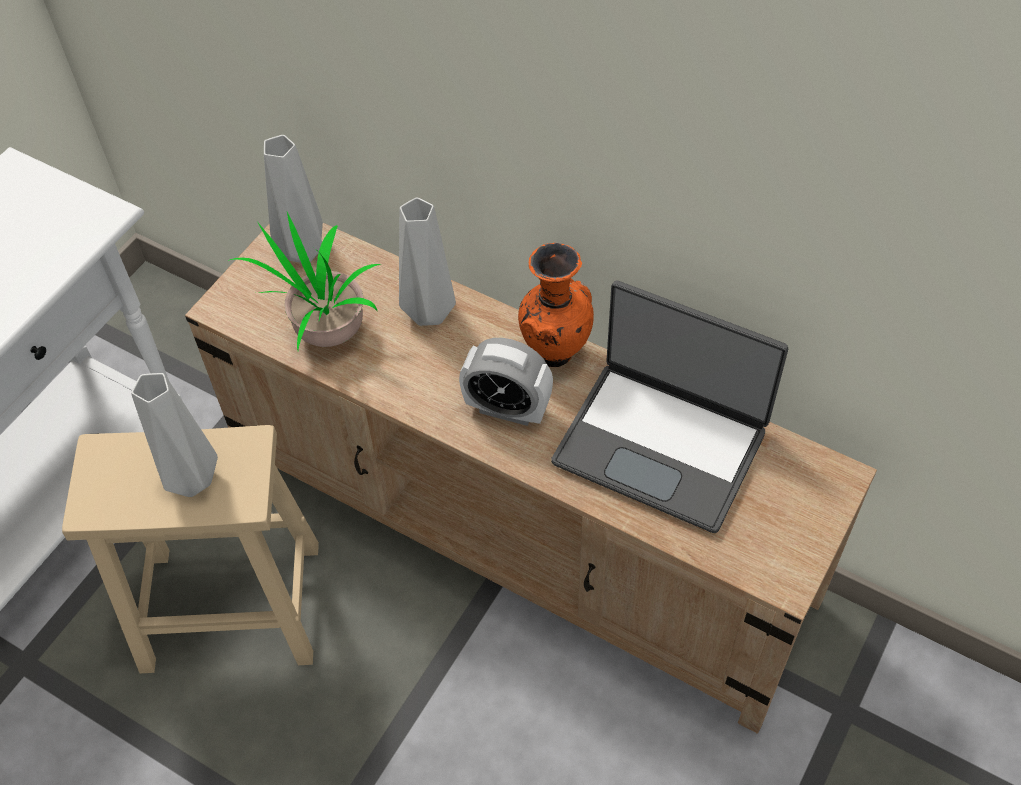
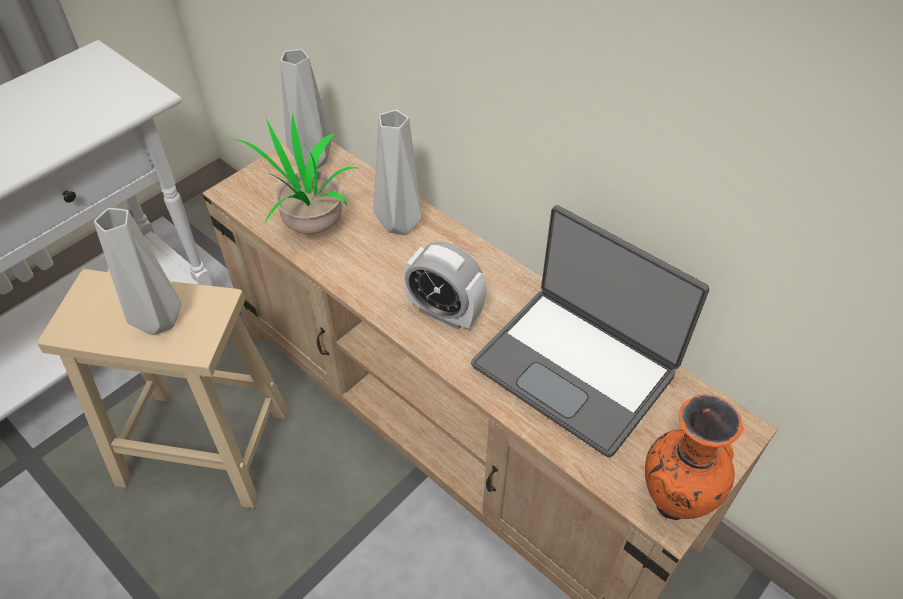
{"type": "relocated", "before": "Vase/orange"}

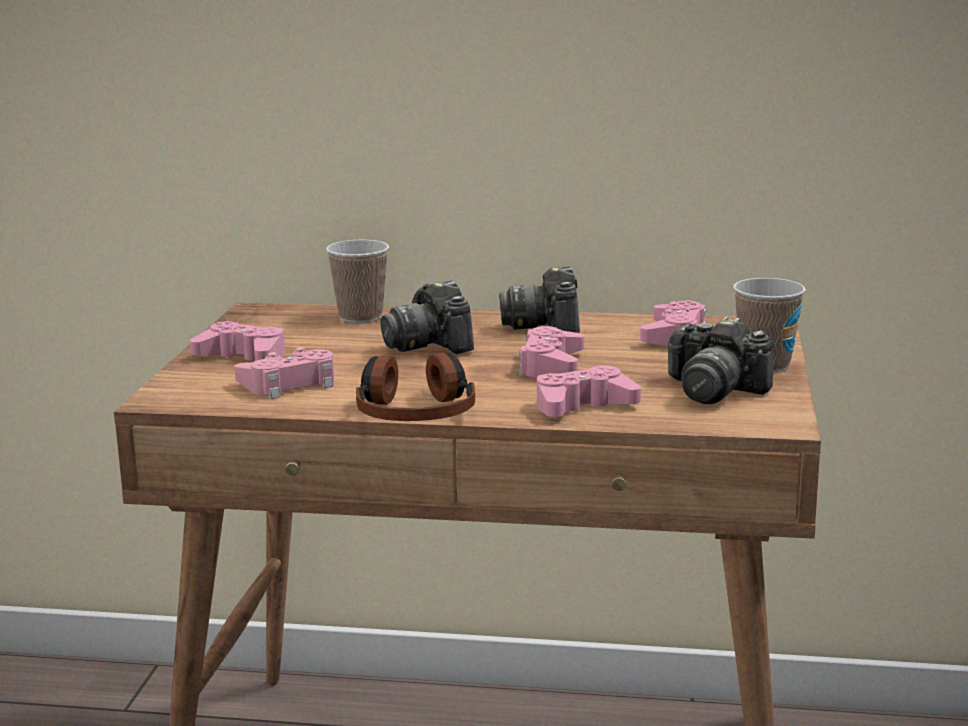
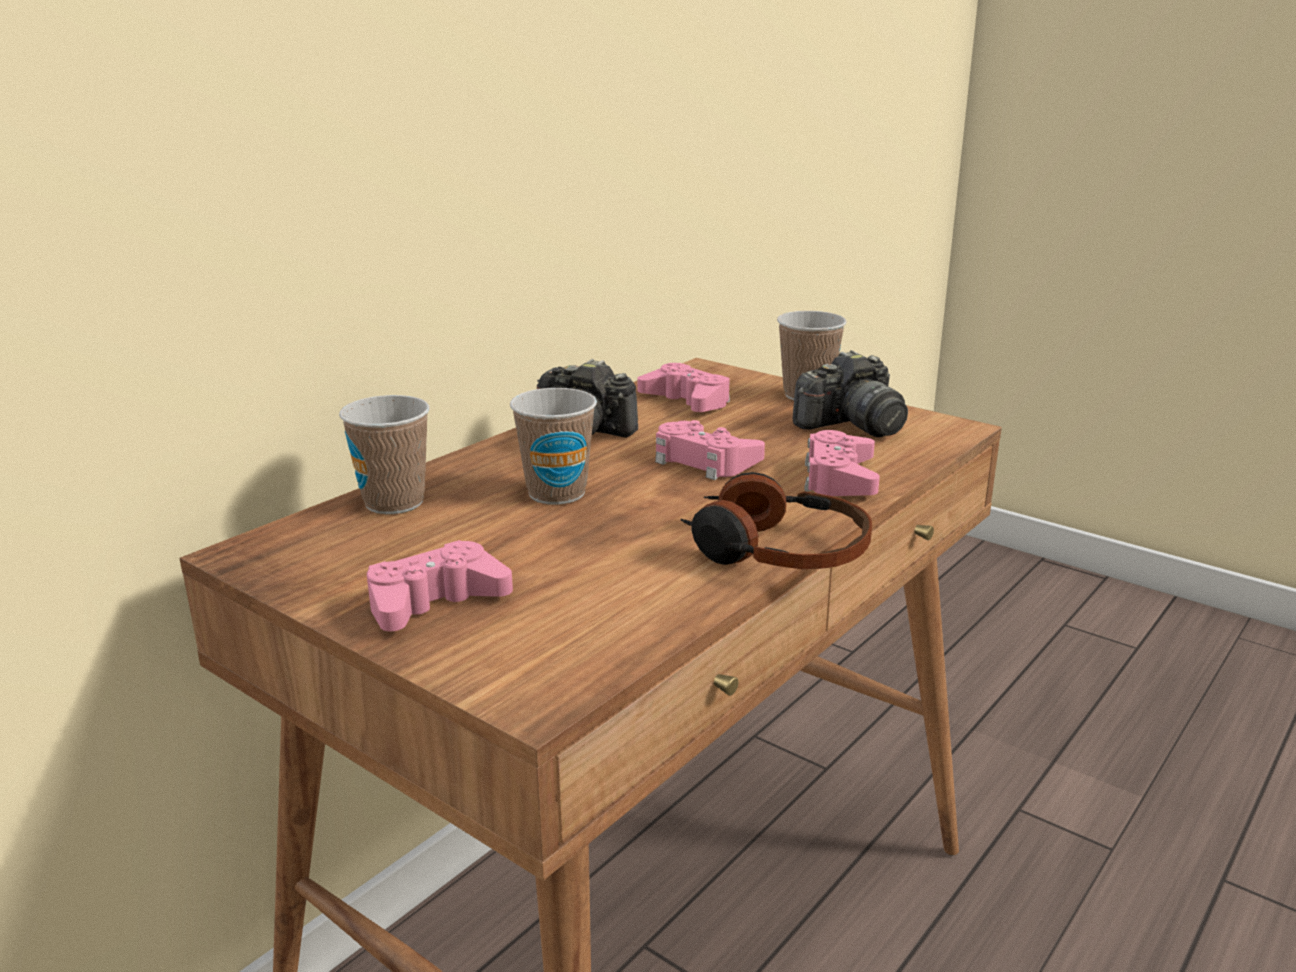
{"type": "missing", "before": "Gamepad/rosa (no. 2 from left)"}
{"type": "exchanged", "before": "Kamera (no. 1 from left)", "after": "Tasse (no. 2 from left)"}

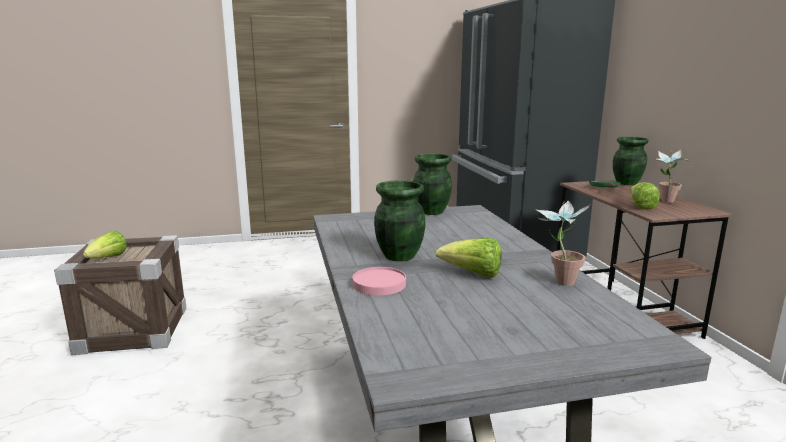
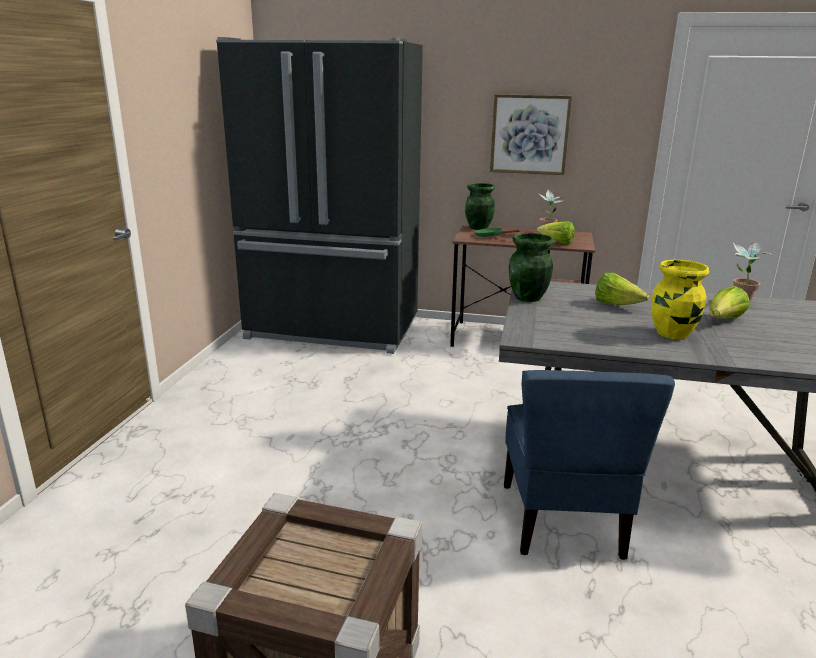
{"type": "missing", "before": "Teller/rosa"}
{"type": "appeared", "after": "Bild"}
{"type": "appeared", "after": "Stuhl/blau"}
{"type": "relocated", "before": "Salatkopf (no. 1 from left in the first image)", "after": "Salatkopf (no. 2 from left)"}
{"type": "colour", "before": "Vase/grün (no. 1 from left)", "after": "Vase/gelb"}

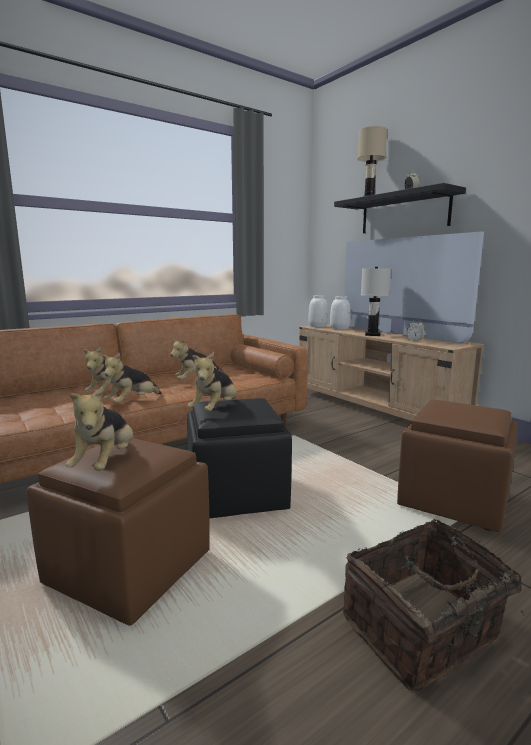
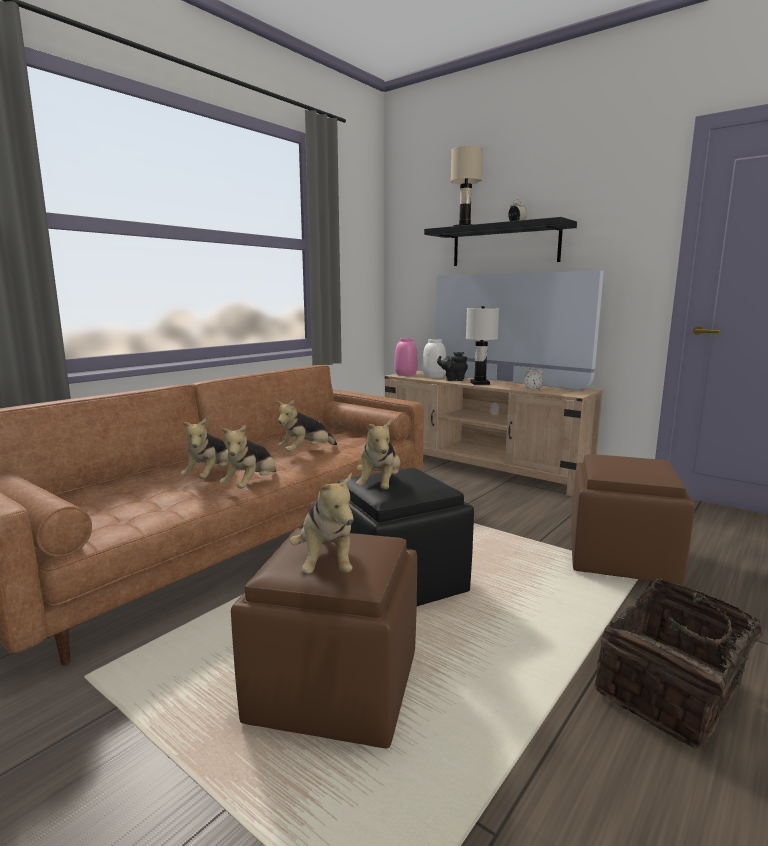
{"type": "appeared", "after": "Teekanne/schwarz"}
{"type": "colour", "before": "Vase/weiß (no. 1 from left)", "after": "Vase/rosa"}

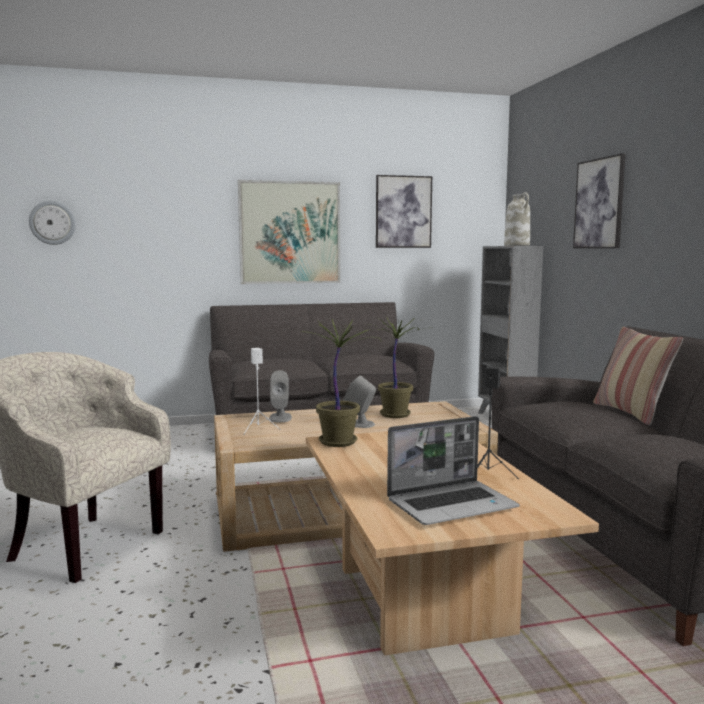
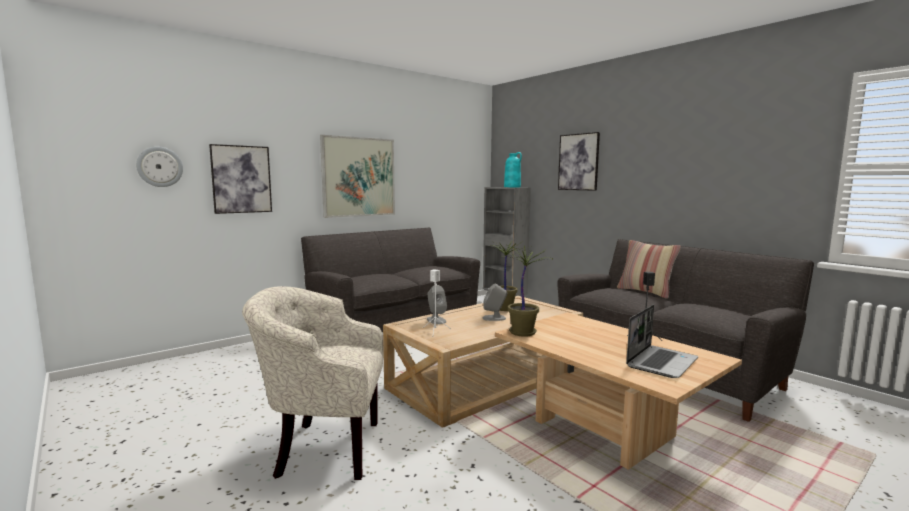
{"type": "relocated", "before": "Bild (no. 2 from left in the first image)", "after": "Bild (no. 1 from left)"}
{"type": "colour", "before": "Vase/weiß", "after": "Vase/türkis"}

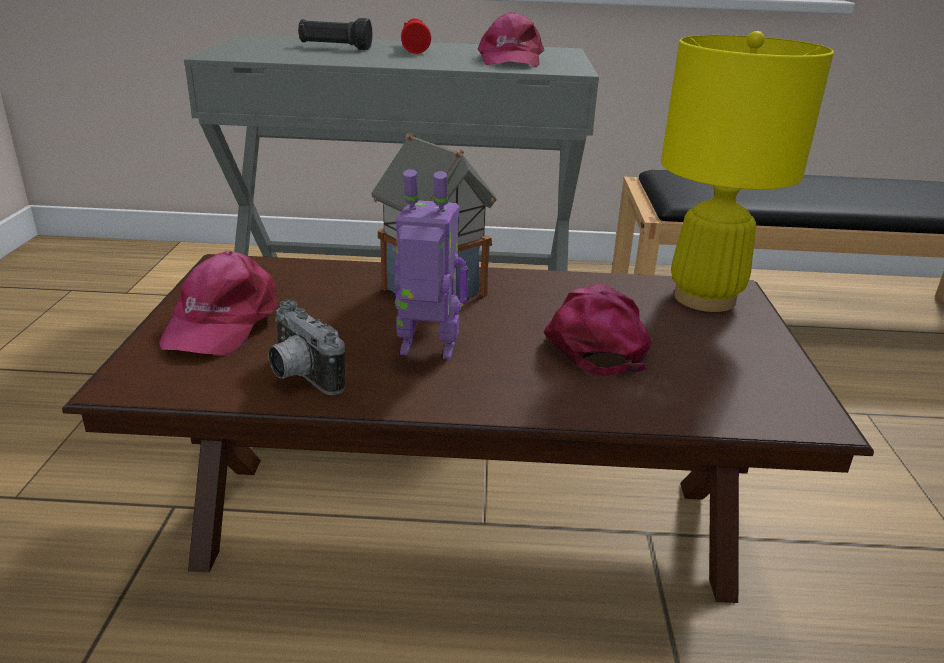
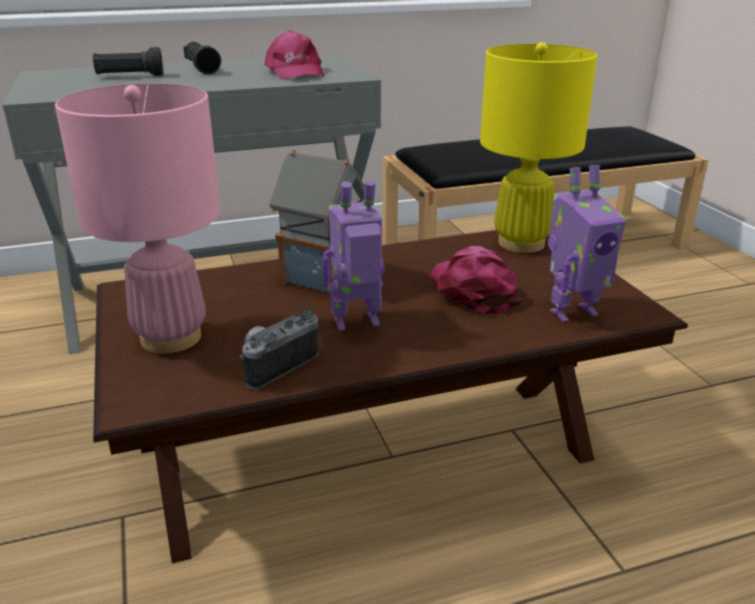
{"type": "appeared", "after": "Spielzeugroboter (no. 2 from left)"}
{"type": "exchanged", "before": "Kappe/rosa (no. 1 from left)", "after": "Tischlampe/rosa"}
{"type": "colour", "before": "Taschenlampe/rot", "after": "Taschenlampe/schwarz (no. 2 from left)"}
{"type": "spun", "before": "Kamera", "turn": 105}

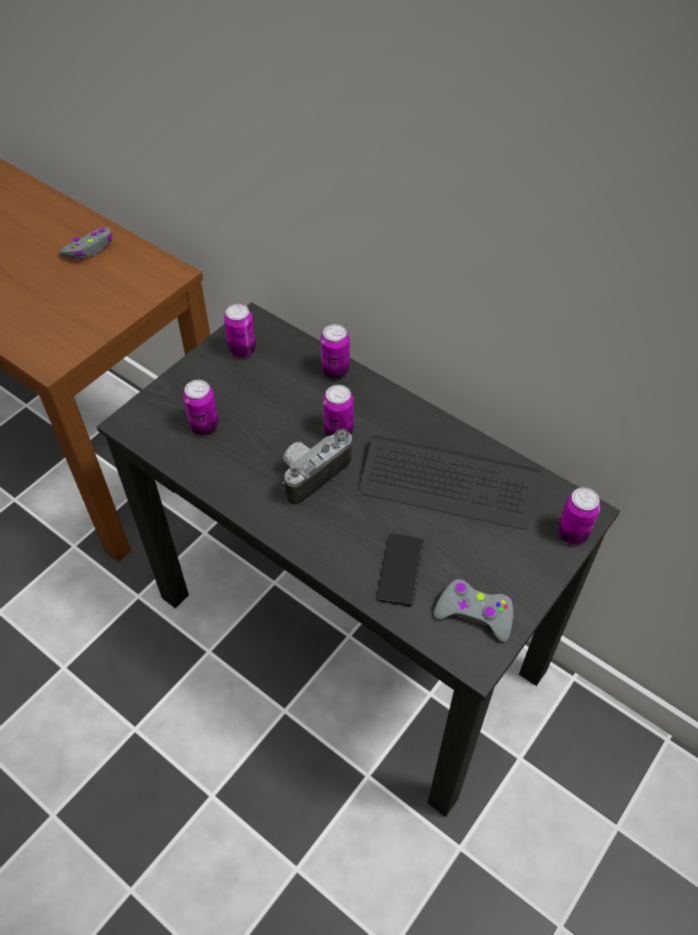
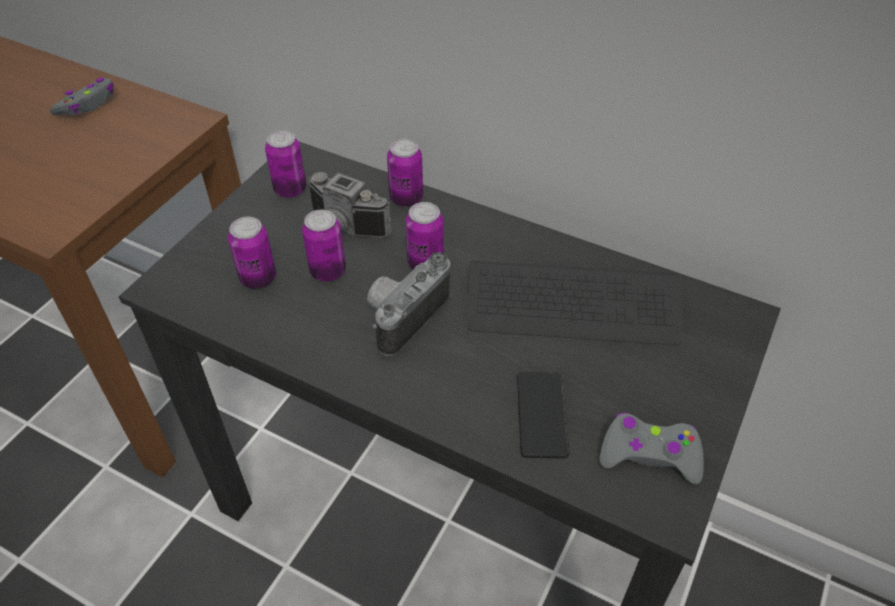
{"type": "appeared", "after": "Kamera (no. 1 from left)"}
{"type": "relocated", "before": "Dose (no. 5 from left in the first image)", "after": "Dose (no. 3 from left)"}

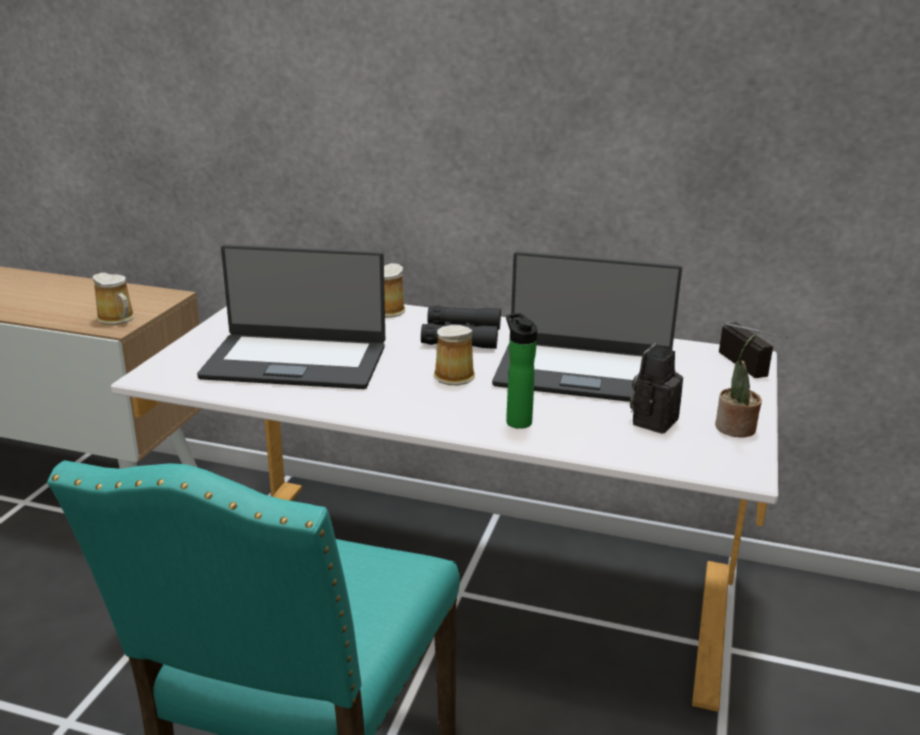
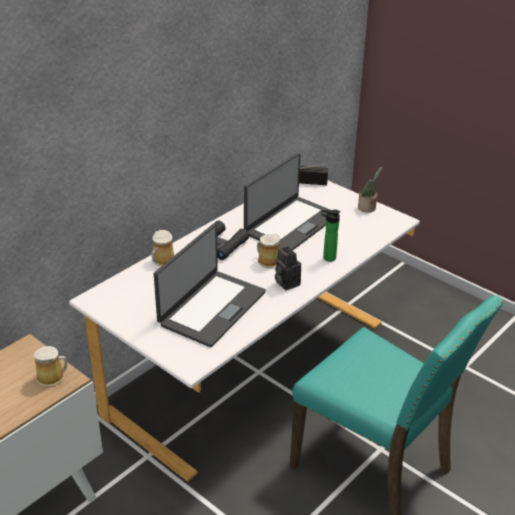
{"type": "relocated", "before": "Kamera"}

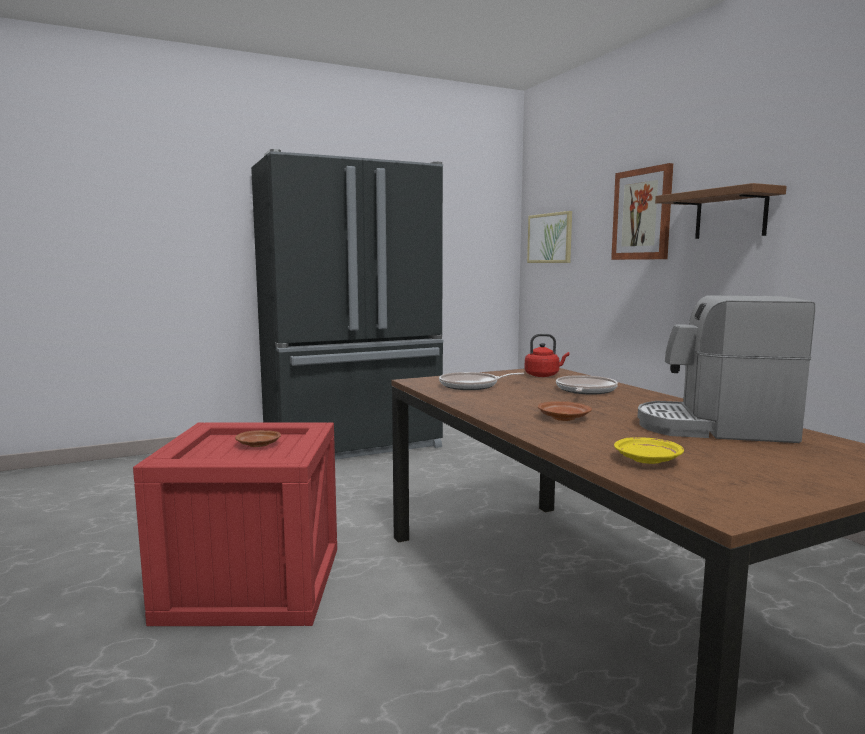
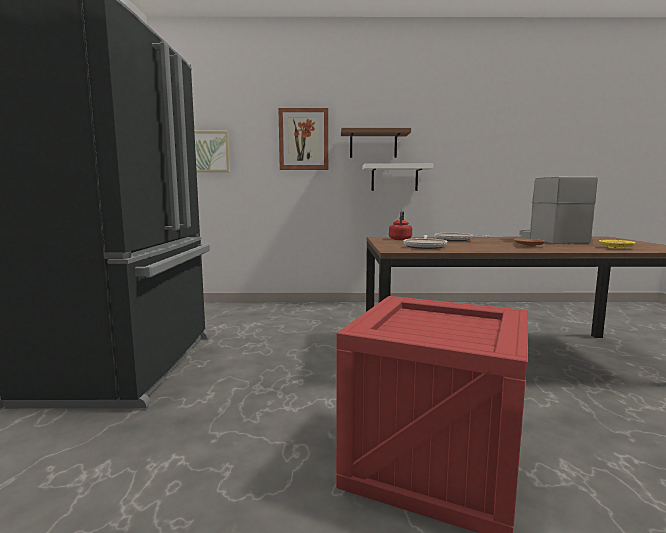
{"type": "missing", "before": "Teller/braun (no. 1 from left)"}
{"type": "appeared", "after": "Wandregal/weiß"}
{"type": "spun", "before": "Kaffeemaschine", "turn": 135}

